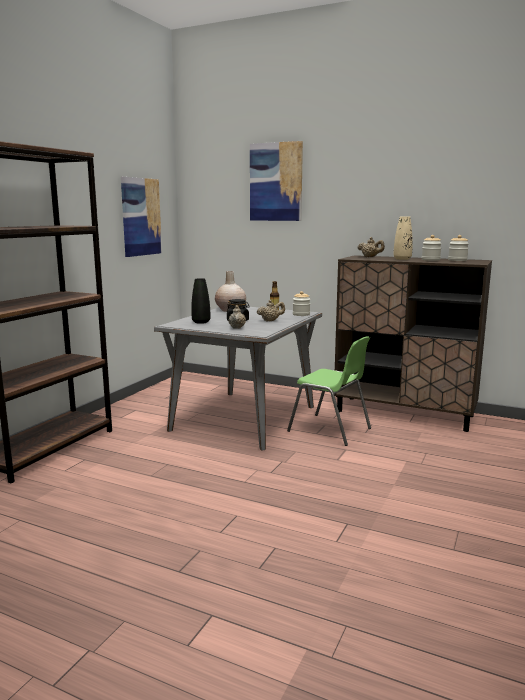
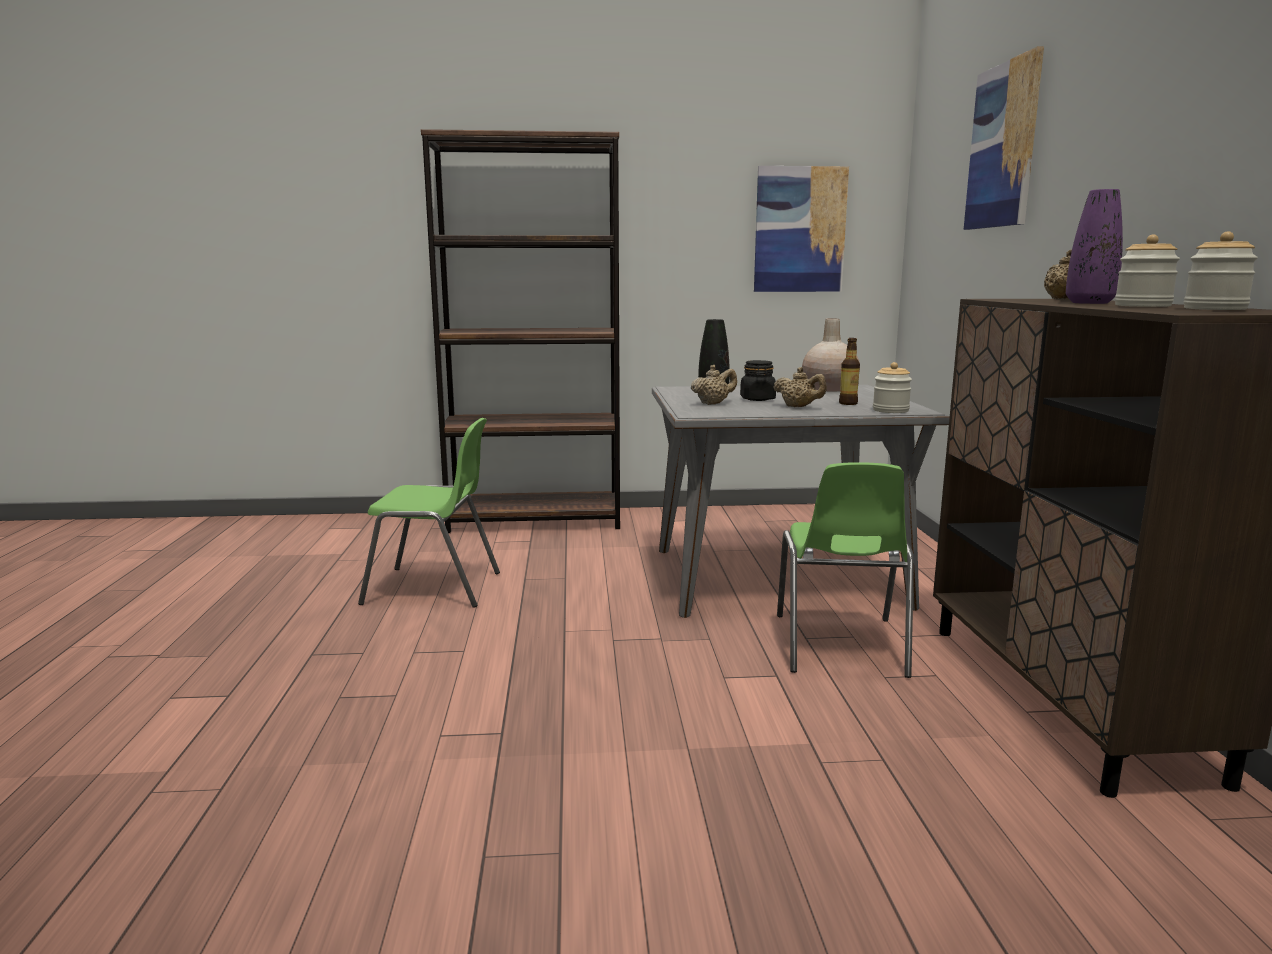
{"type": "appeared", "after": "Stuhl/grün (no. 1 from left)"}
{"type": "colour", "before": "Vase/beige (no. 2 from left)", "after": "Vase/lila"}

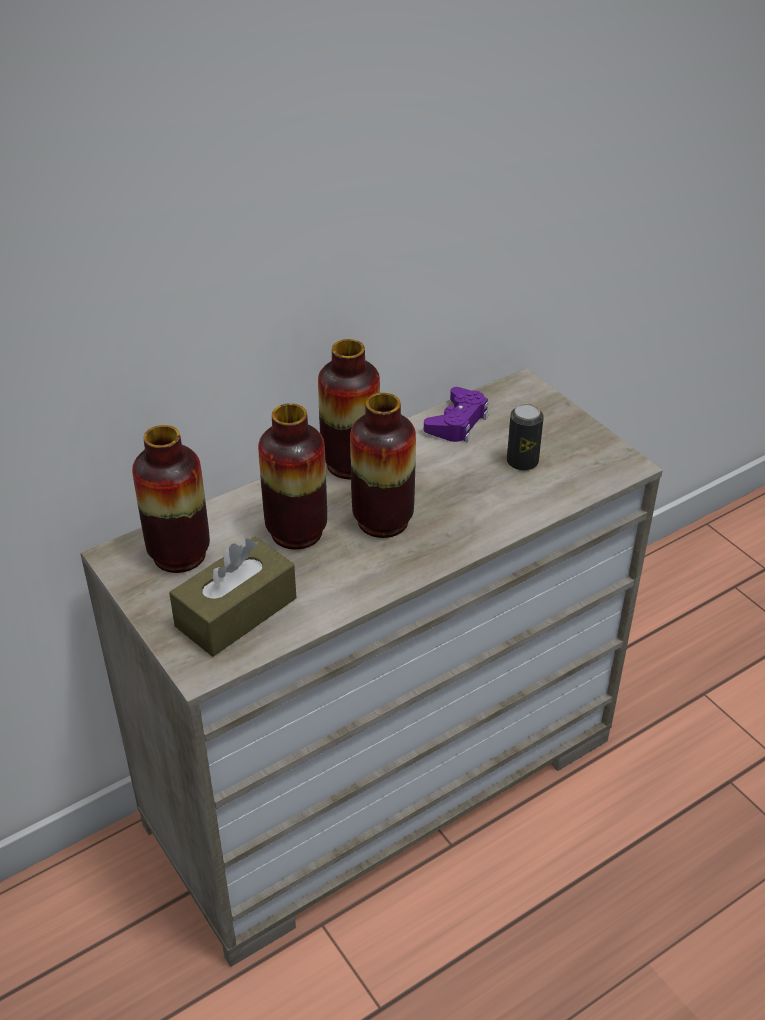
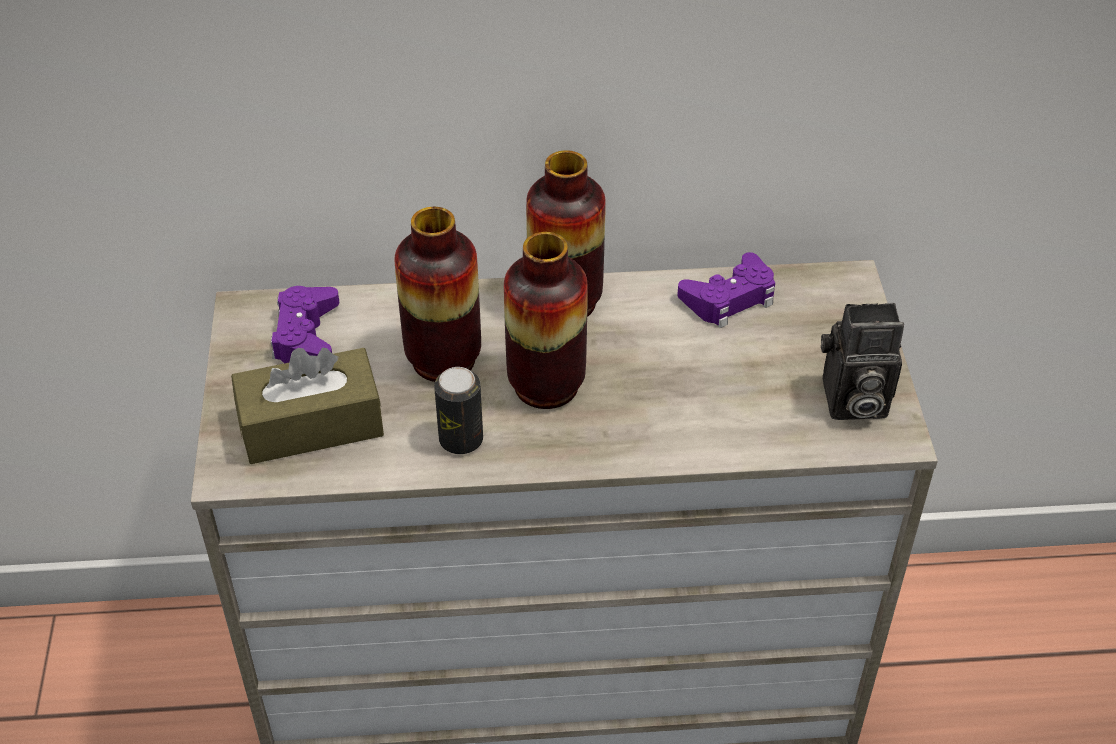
{"type": "appeared", "after": "Kamera"}
{"type": "relocated", "before": "Dose"}
{"type": "exchanged", "before": "Vase (no. 1 from left)", "after": "Gamepad/lila (no. 1 from left)"}

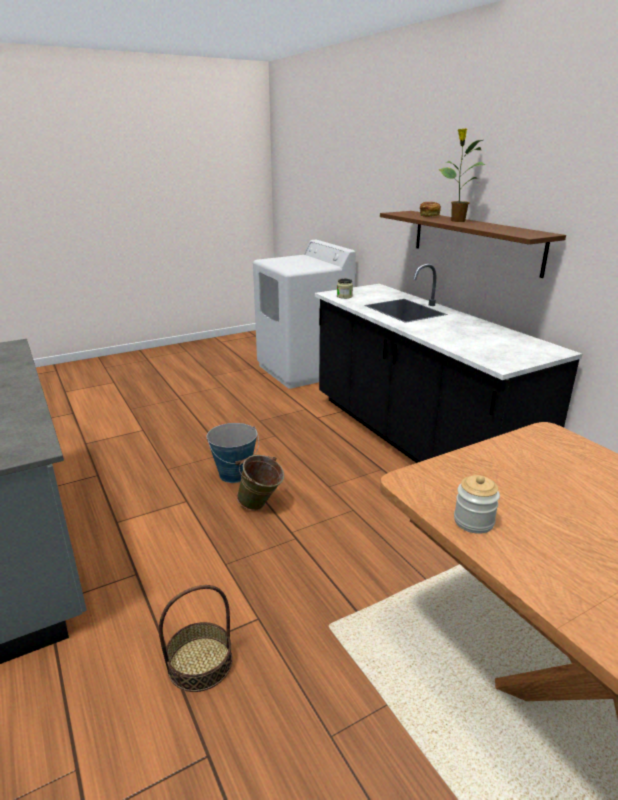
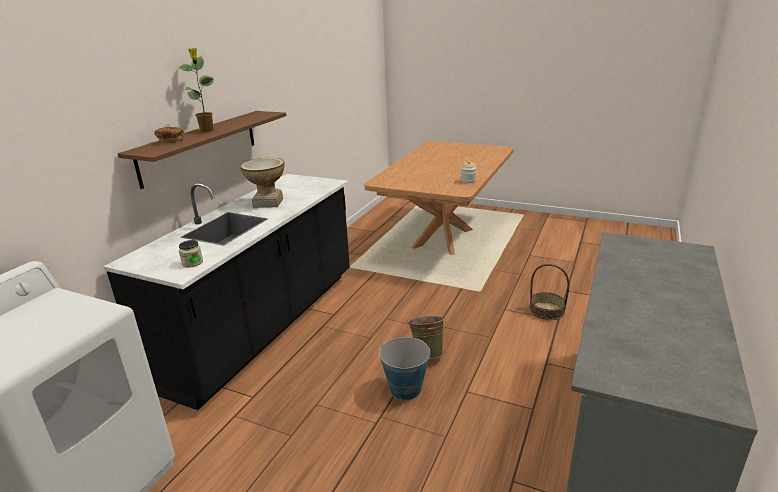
{"type": "appeared", "after": "Vase"}

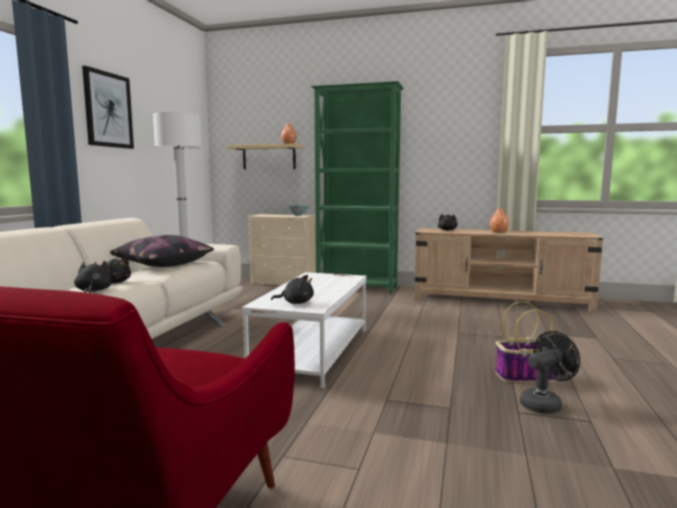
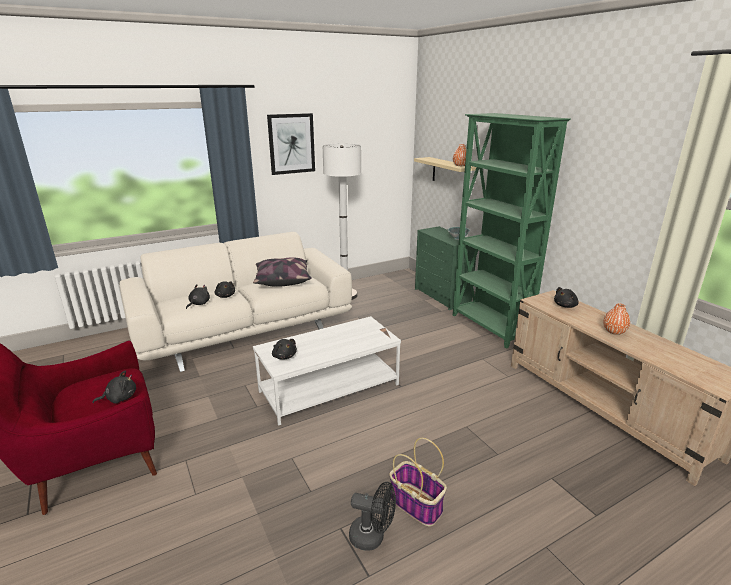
{"type": "appeared", "after": "Plüschtier/schwarz (no. 1 from left)"}
{"type": "colour", "before": "Kommode/beige", "after": "Kommode/grün"}

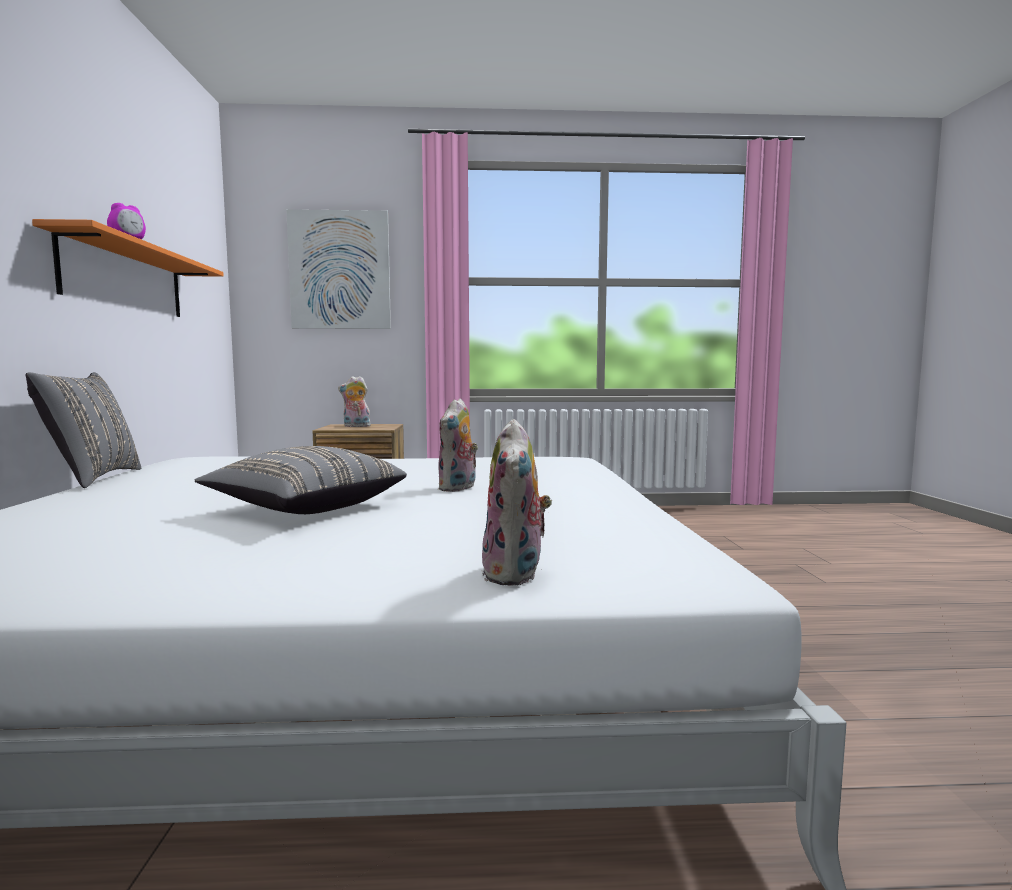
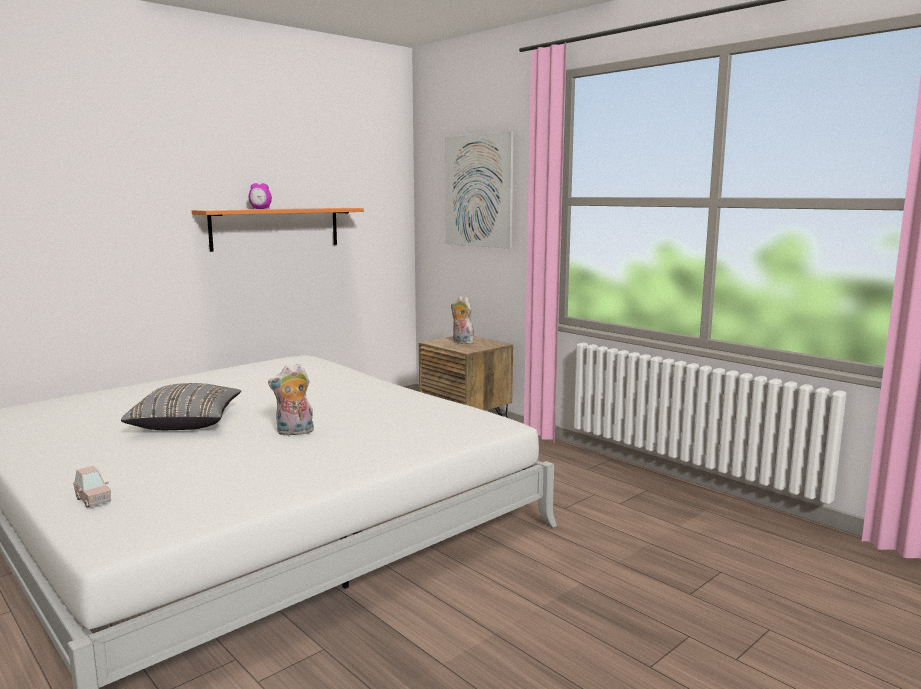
{"type": "missing", "before": "Kissen/grau (no. 1 from left)"}
{"type": "exchanged", "before": "Plüschtier (no. 3 from left)", "after": "Spielzeugauto/rosa"}

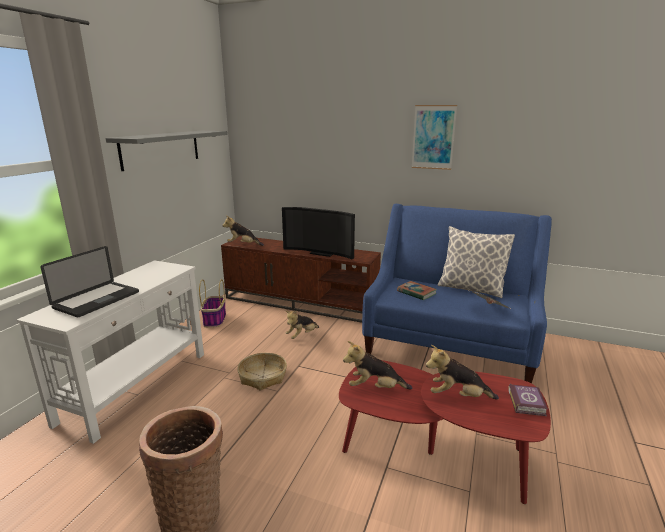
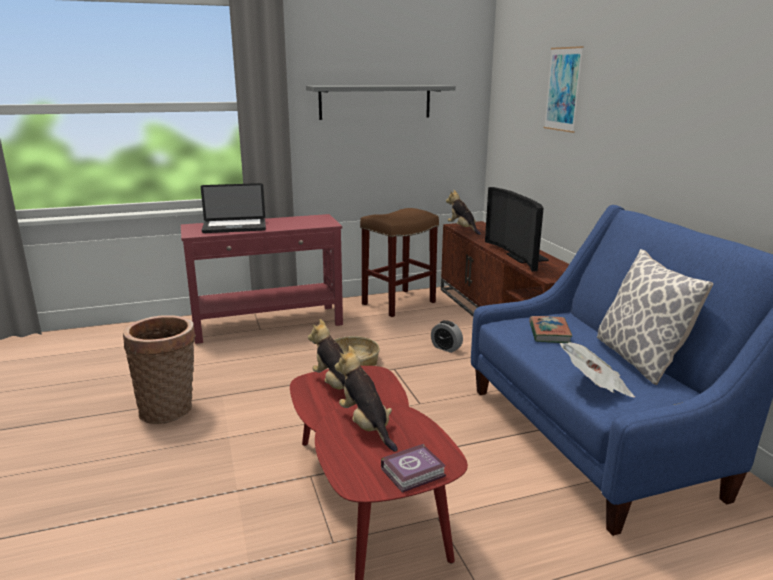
{"type": "relocated", "before": "Bild"}
{"type": "exchanged", "before": "Korb (no. 2 from left)", "after": "Hocker/braun"}
{"type": "exchanged", "before": "Plüschtier (no. 2 from left)", "after": "Wecker"}
{"type": "colour", "before": "Konsolentisch/weiß", "after": "Konsolentisch/rot"}

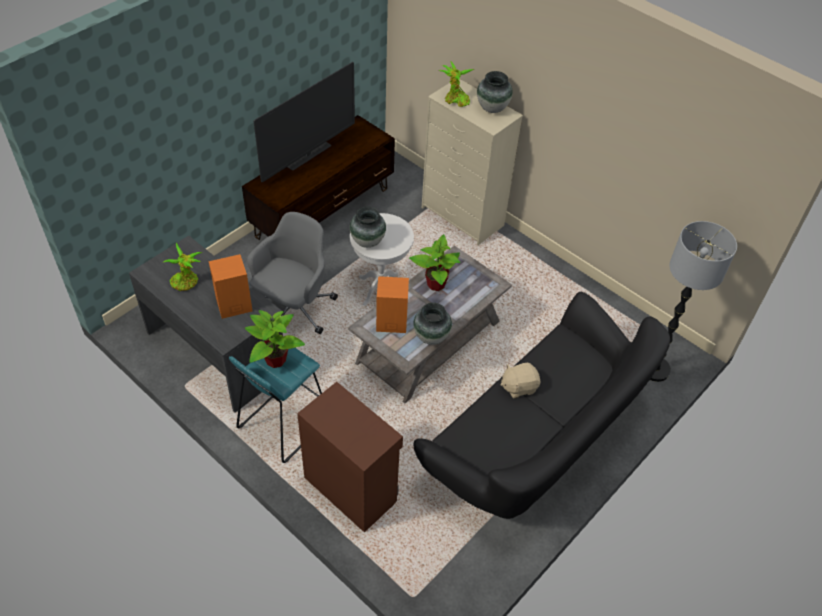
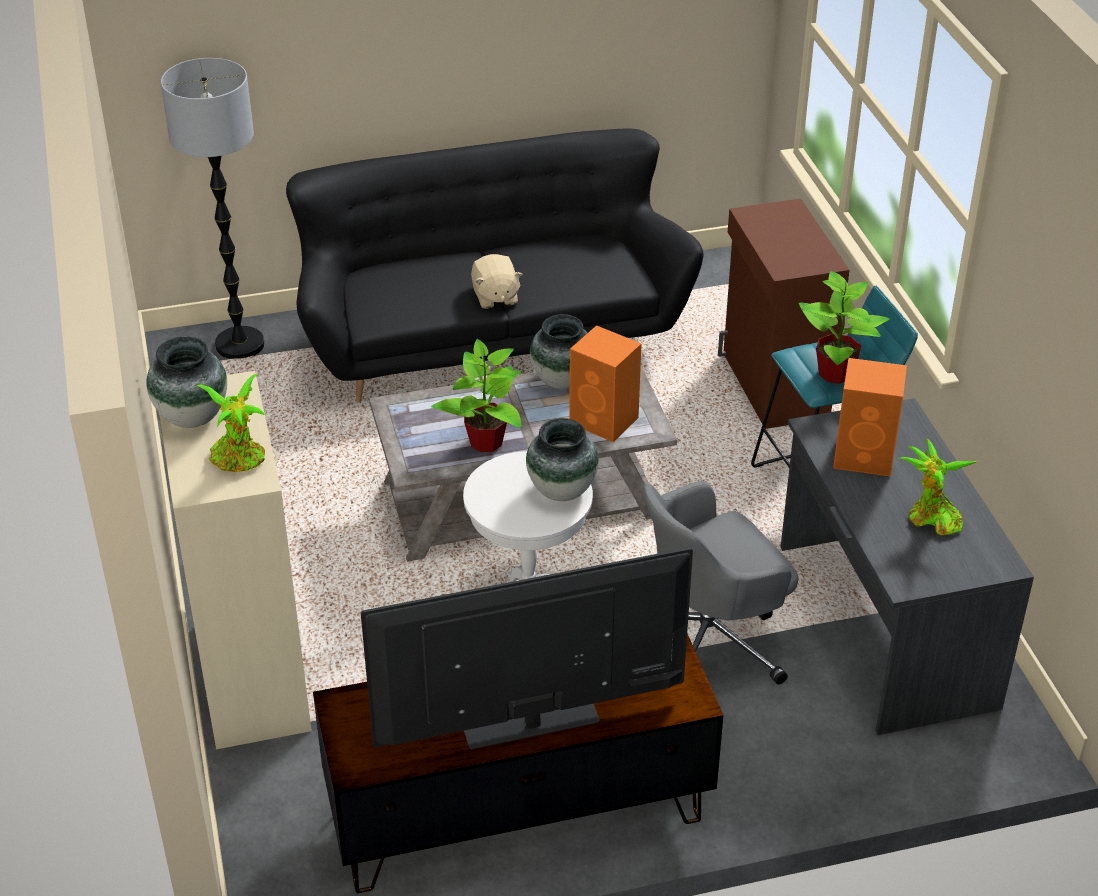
{"type": "spun", "before": "Plüschtier/beige", "turn": 60}

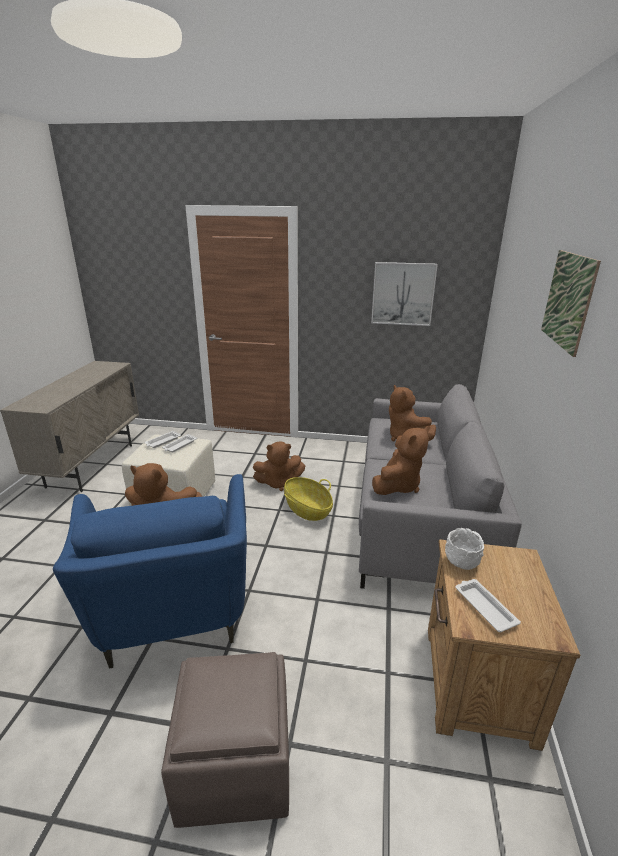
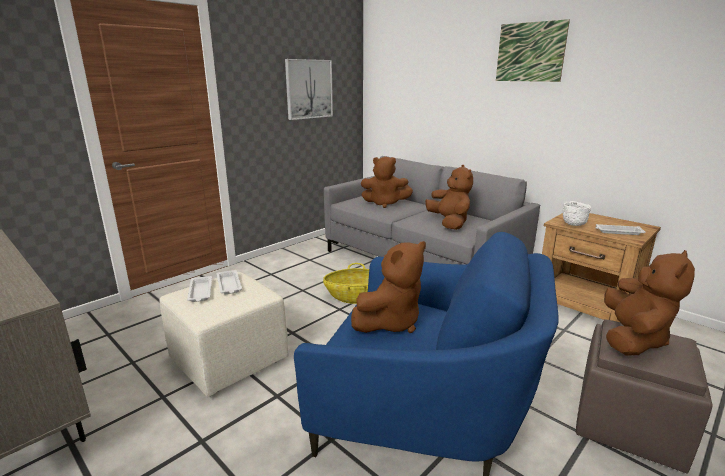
{"type": "relocated", "before": "Plüschtier/braun (no. 2 from left in the first image)", "after": "Plüschtier/braun (no. 4 from left)"}

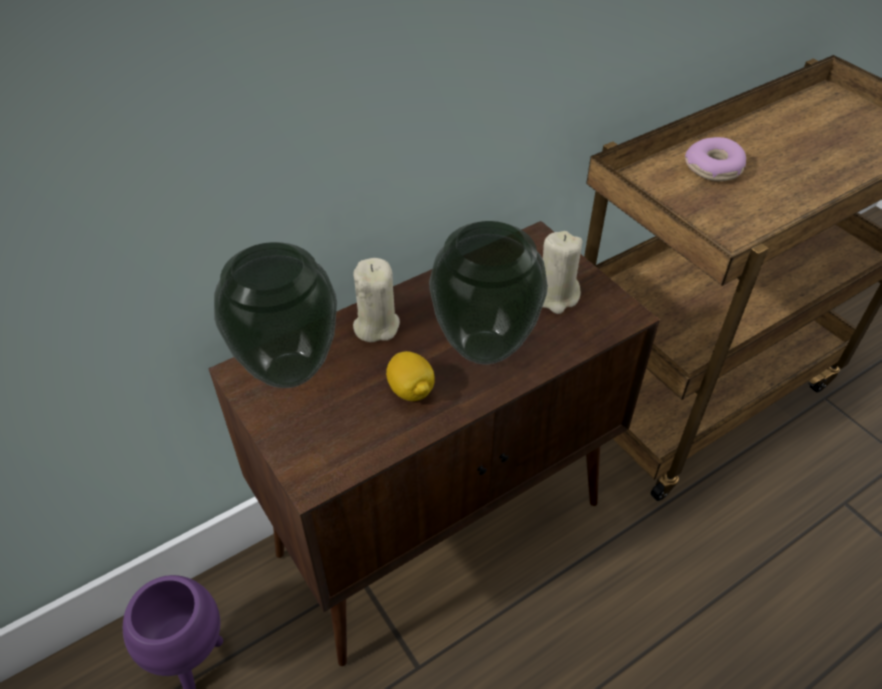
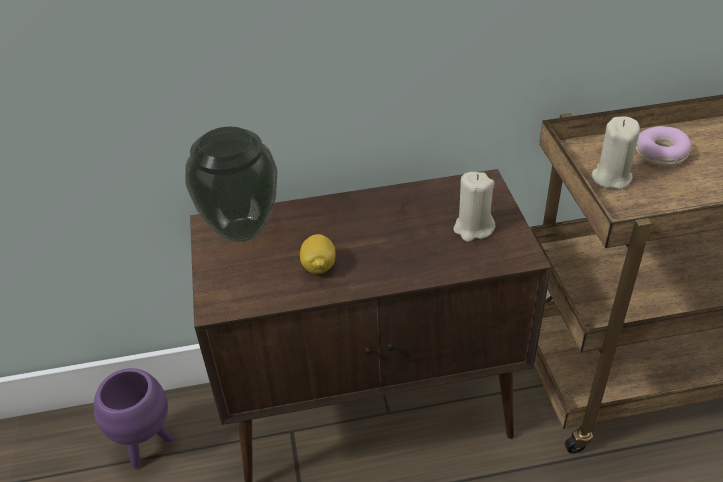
{"type": "missing", "before": "Vase (no. 2 from left)"}
{"type": "relocated", "before": "Kerze/beige (no. 1 from left in the first image)", "after": "Kerze/beige (no. 2 from left)"}

